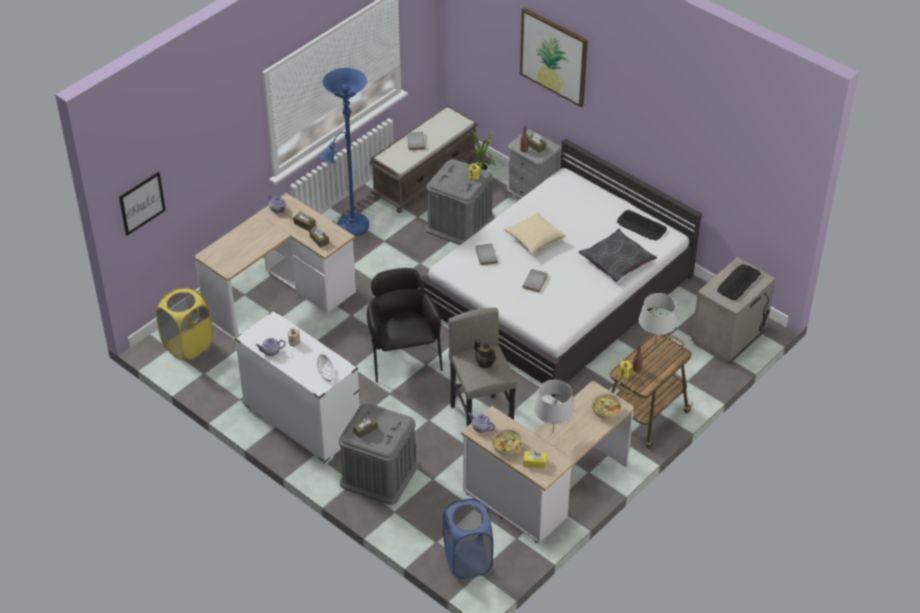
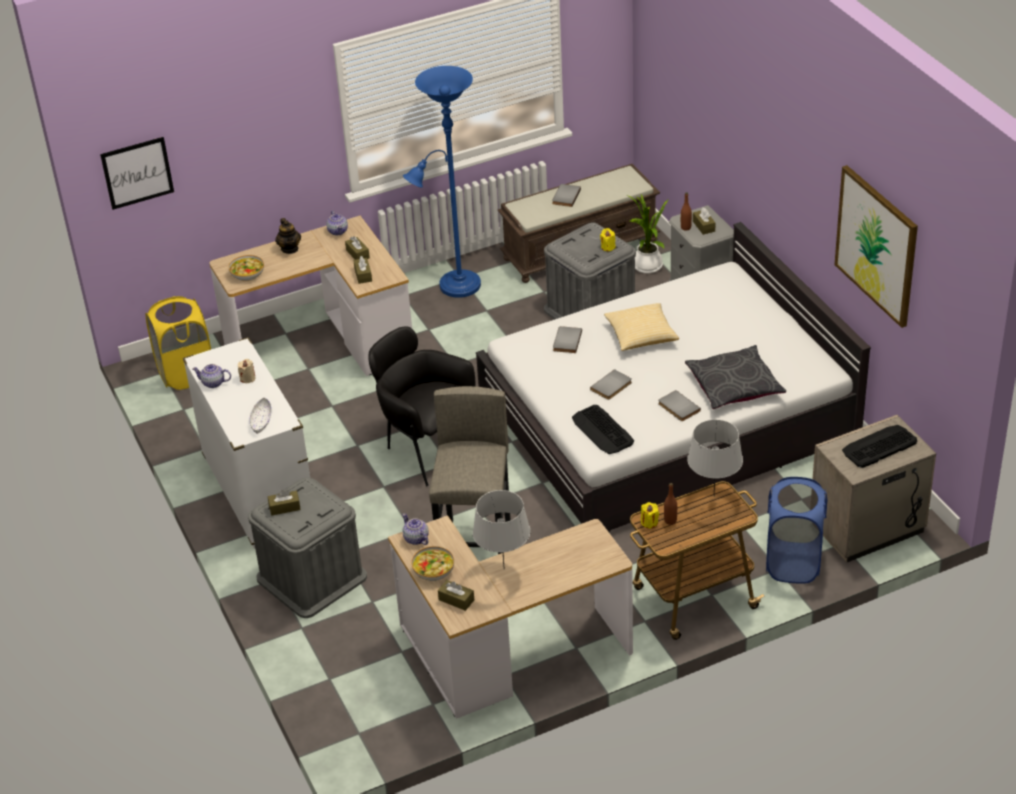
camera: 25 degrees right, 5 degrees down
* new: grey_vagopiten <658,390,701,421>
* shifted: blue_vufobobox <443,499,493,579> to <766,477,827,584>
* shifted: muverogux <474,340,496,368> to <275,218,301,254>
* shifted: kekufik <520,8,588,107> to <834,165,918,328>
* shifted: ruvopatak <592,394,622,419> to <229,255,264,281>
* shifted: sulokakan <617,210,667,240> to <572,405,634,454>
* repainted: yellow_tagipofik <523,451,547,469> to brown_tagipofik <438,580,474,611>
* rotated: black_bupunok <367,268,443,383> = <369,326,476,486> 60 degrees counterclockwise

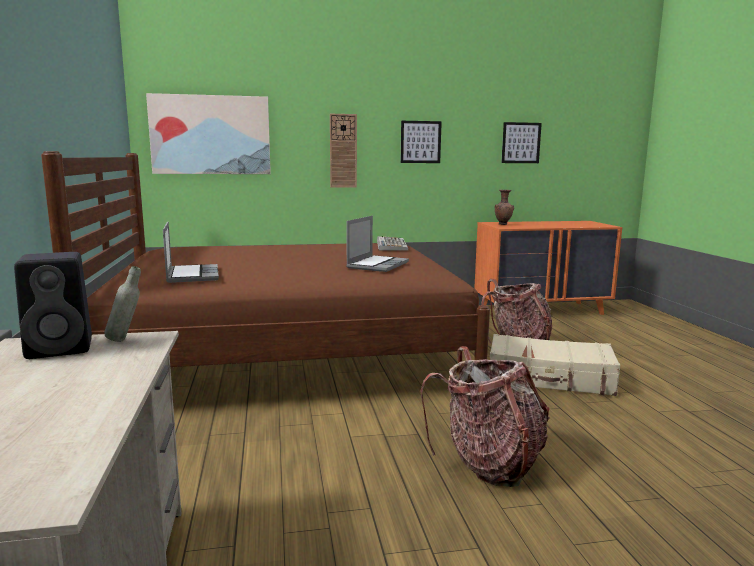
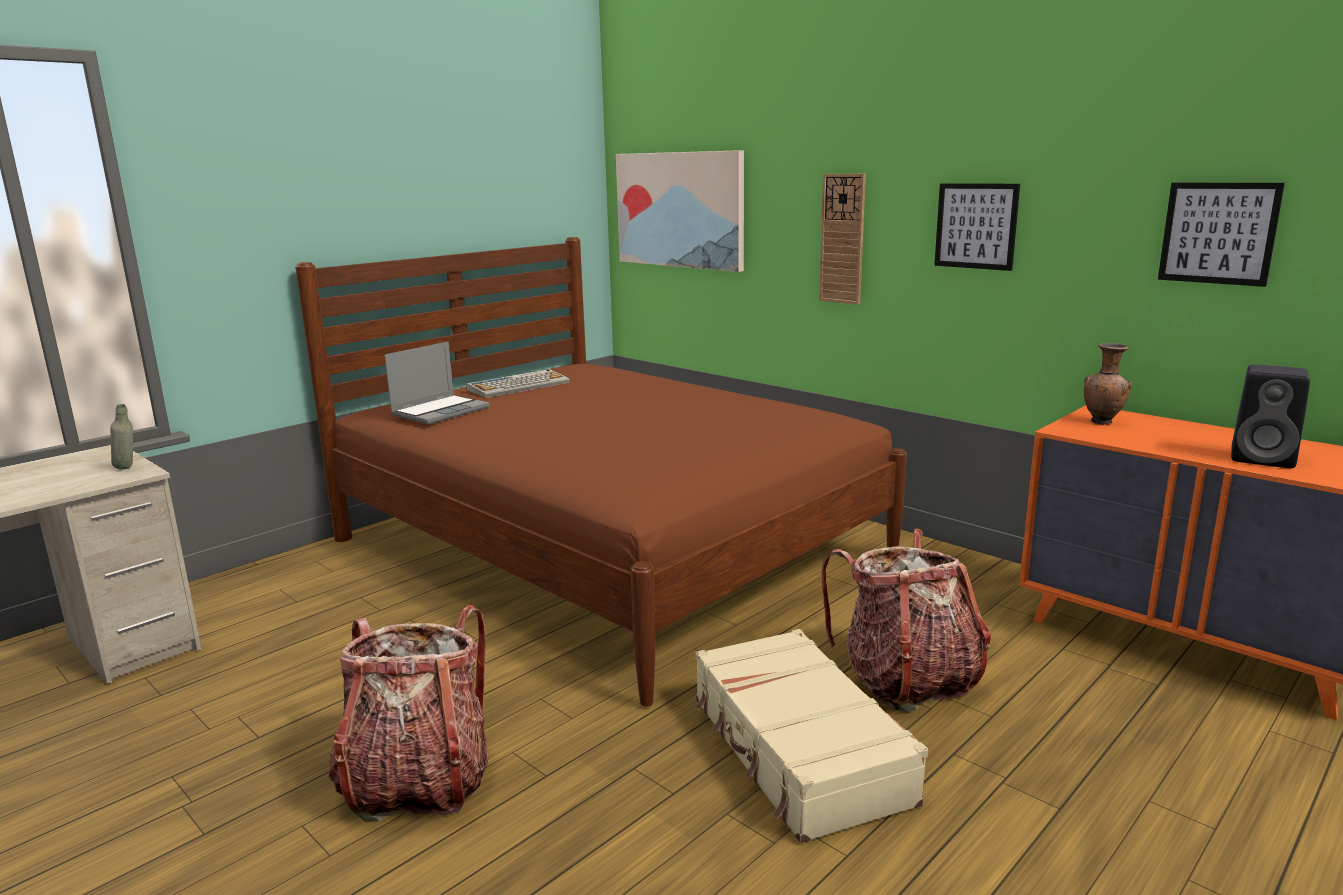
camera: 55 degrees right, 5 degrees up
* gone: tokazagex <346,216,409,272>
* shifted: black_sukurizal <14,252,92,359> to <1231,364,1310,468>
* shifted: sulokakan <377,236,408,251> to <466,369,570,398>

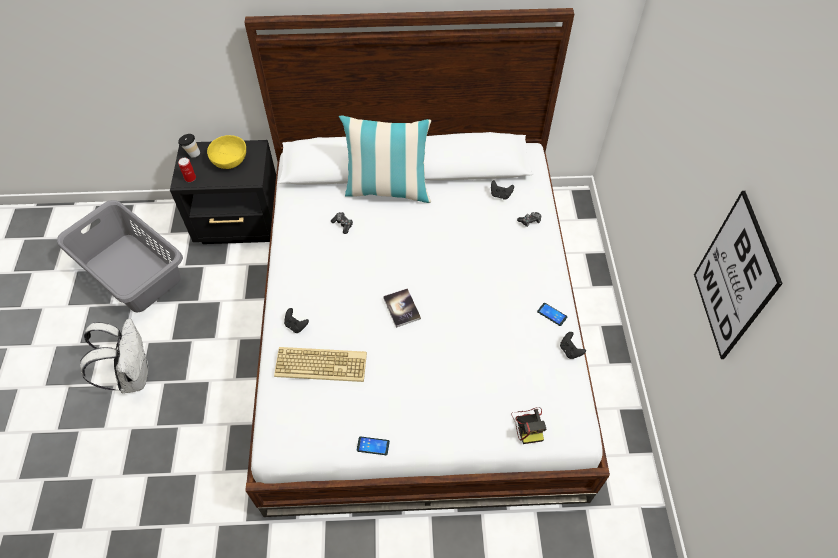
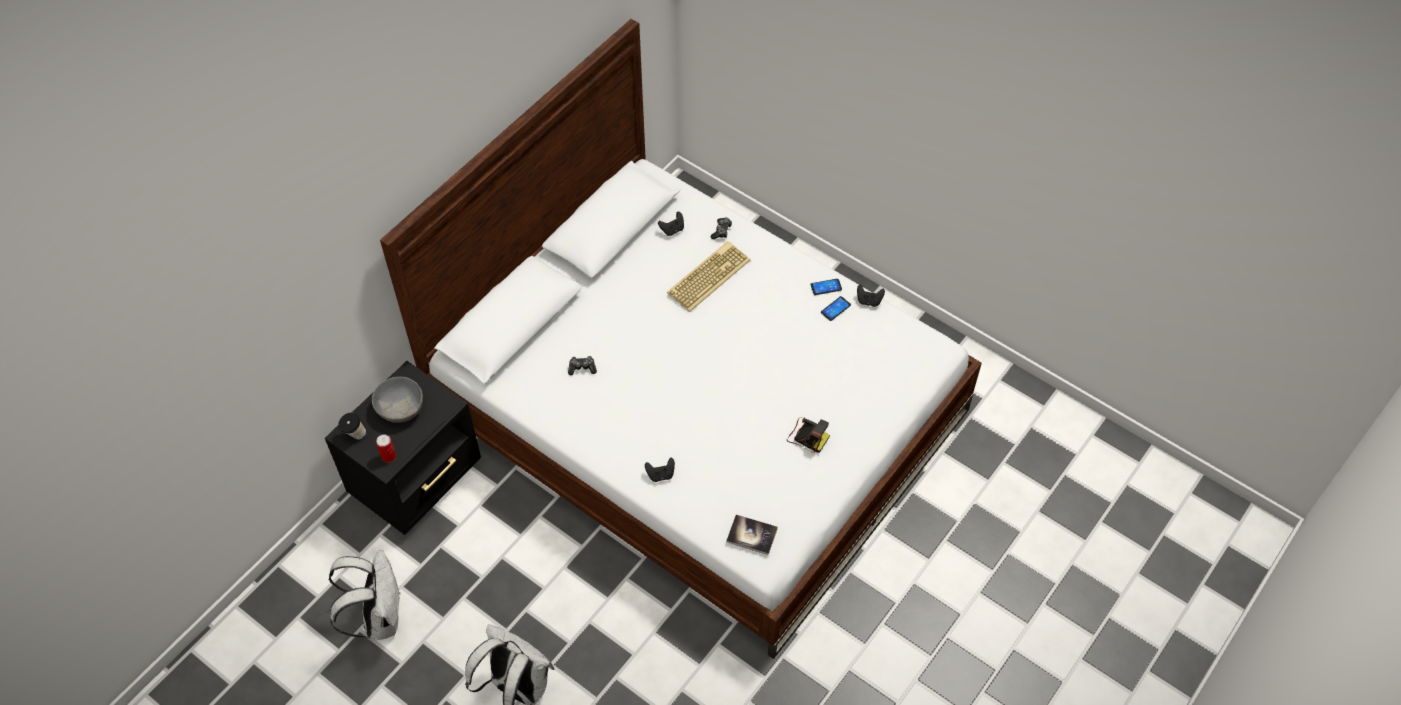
camera: 50 degrees left, 0 degrees up
* gone: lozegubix <339,116,432,203>
* gone: kekufik <694,191,783,359>
* shifted: sulokakan <274,347,367,382> to <667,241,750,312>
* shifted: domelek <357,437,390,455> to <821,296,851,321>
* shifted: vagopiten <383,288,421,328> to <726,515,778,555>
* shifted: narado <511,407,546,444> to <787,417,830,453>
* swapped: grey_vufobobox <57,200,183,312> to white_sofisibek <329,550,401,640>
* repainted: yellow_ruvopatak <207,135,246,169> to grey_ruvopatak <372,377,423,423>

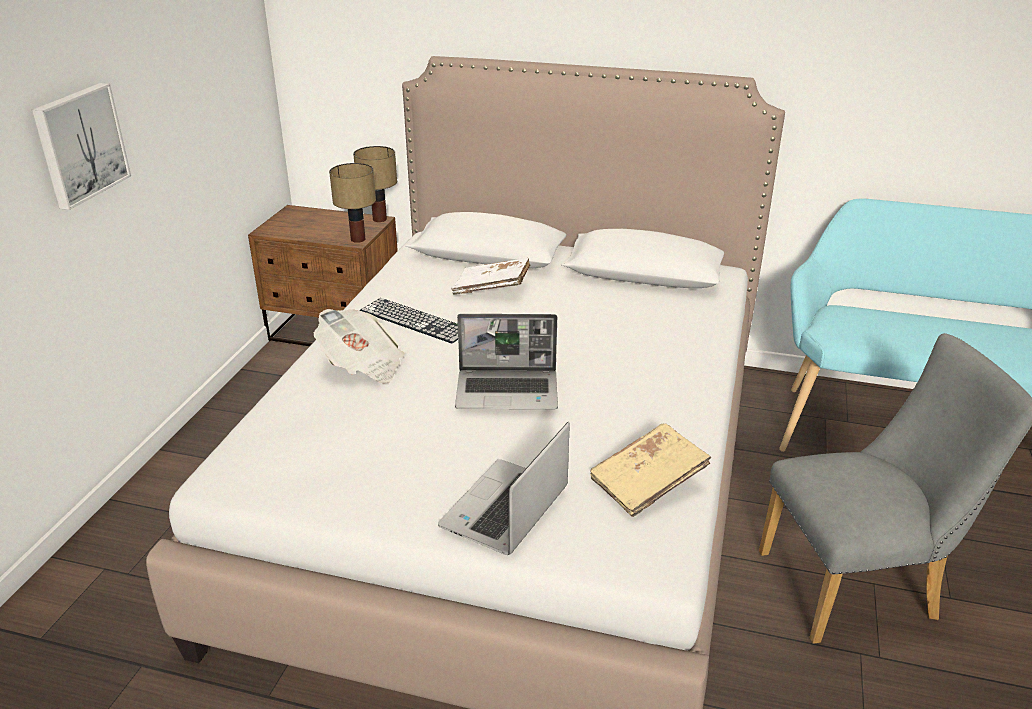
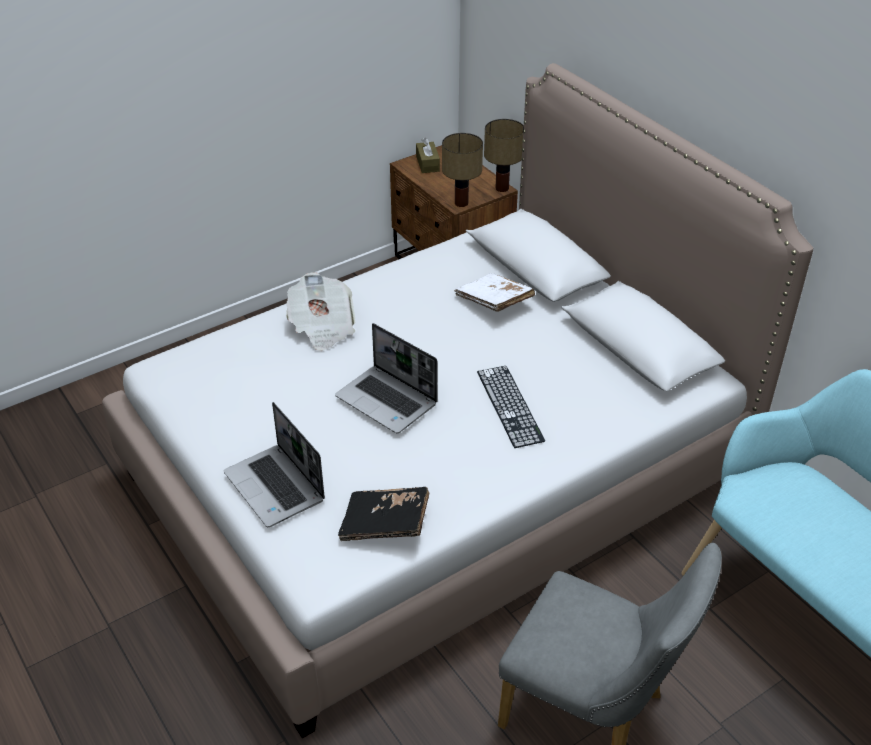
camera: 40 degrees right, 10 degrees up
* gone: kekufik <32,83,131,210>
* new: brown_tagipofik <416,138,440,173>
* shifted: sulokakan <360,298,458,343> to <477,366,545,448>
* repainted: beige_vagopiten <590,424,712,517> to black_vagopiten <338,487,429,541>
* rotated: tokazagex <438,422,570,555> = <224,402,325,527> 105 degrees counterclockwise

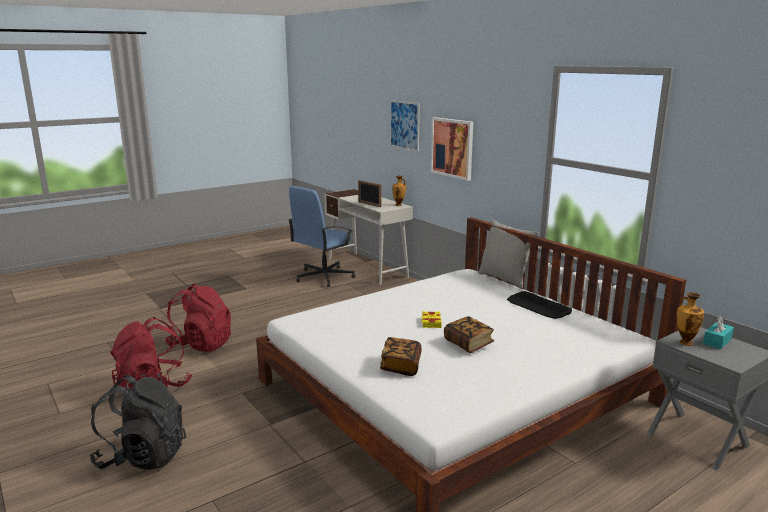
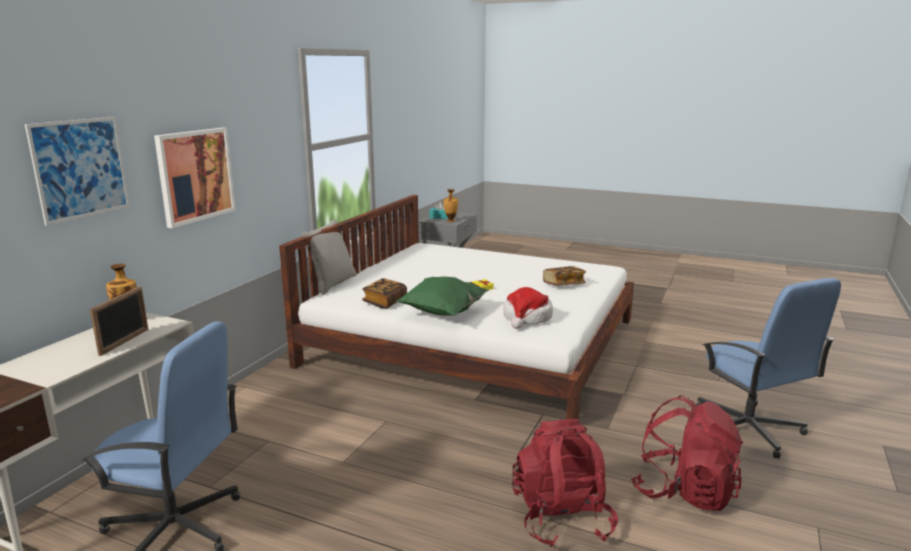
camera: 120 degrees left, 0 degrees up
* gone: sulokakan <507,291,572,319>
* new: green_lozegubix <394,276,489,316>
* new: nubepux <503,287,553,329>
* shifted: vagopiten <444,316,494,353> to <362,278,407,309>
* swapped: black_sofisibek <89,375,186,470> to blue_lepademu <696,278,841,459>

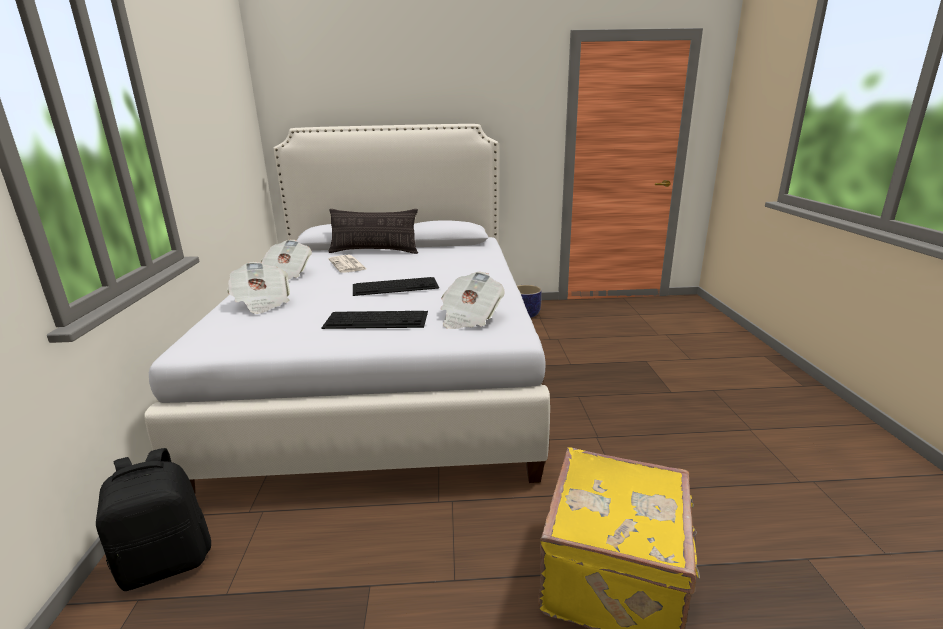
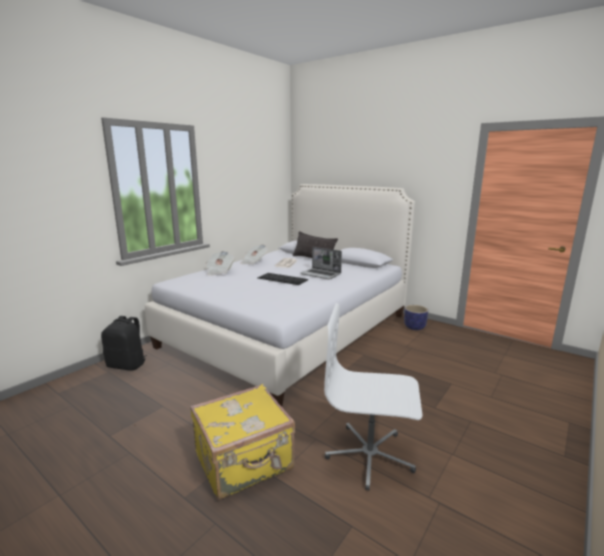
camera: 40 degrees right, 5 degrees down
* gone: sulokakan <321,311,428,329>
* gone: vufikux <440,272,505,329>
* new: tokazagex <300,247,342,279>
* new: white_lepademu <324,303,422,491>

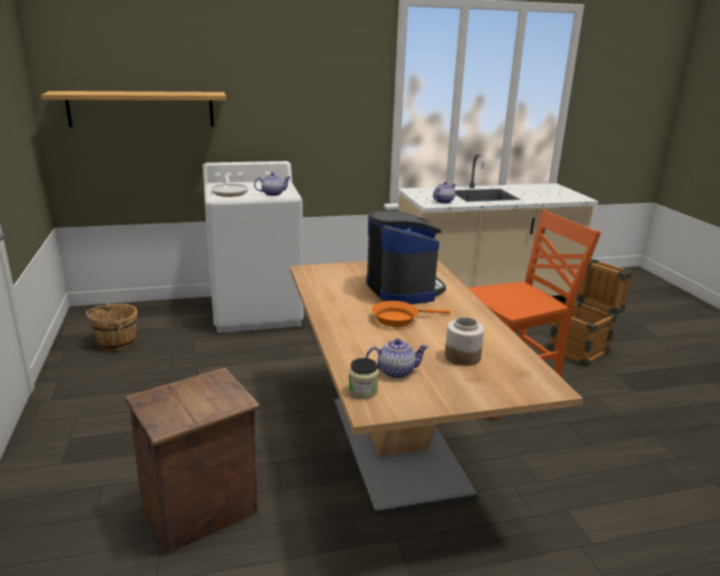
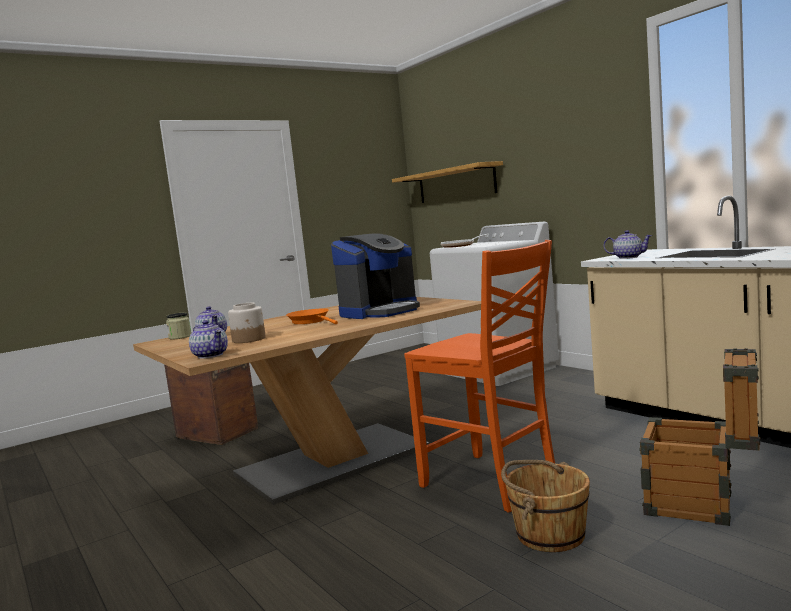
camera: 70 degrees right, 15 degrees down
* shifted: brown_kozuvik <85,304,137,351> to <501,460,590,552>
* shifted: muverogux <254,172,291,196> to <189,320,228,359>

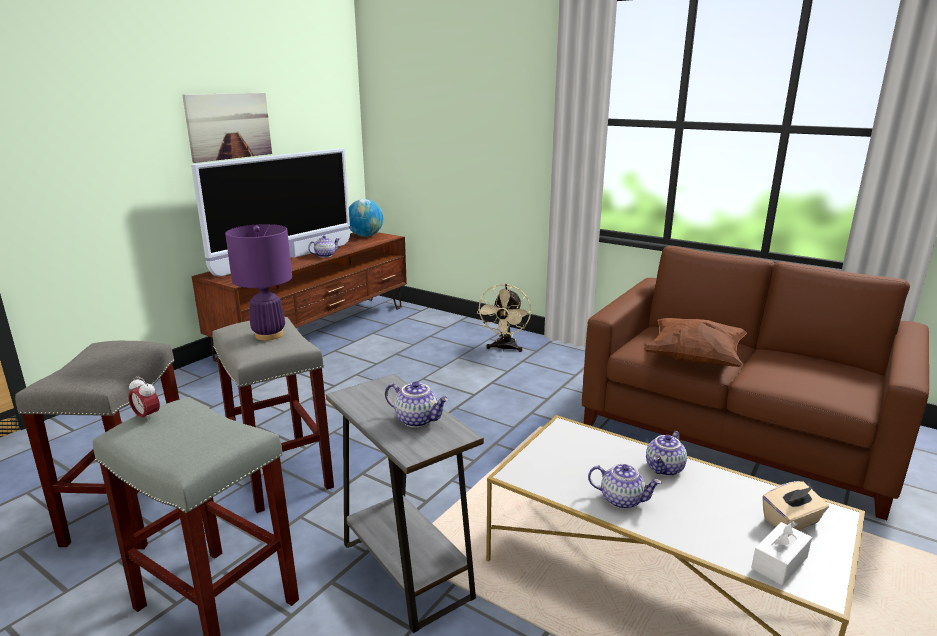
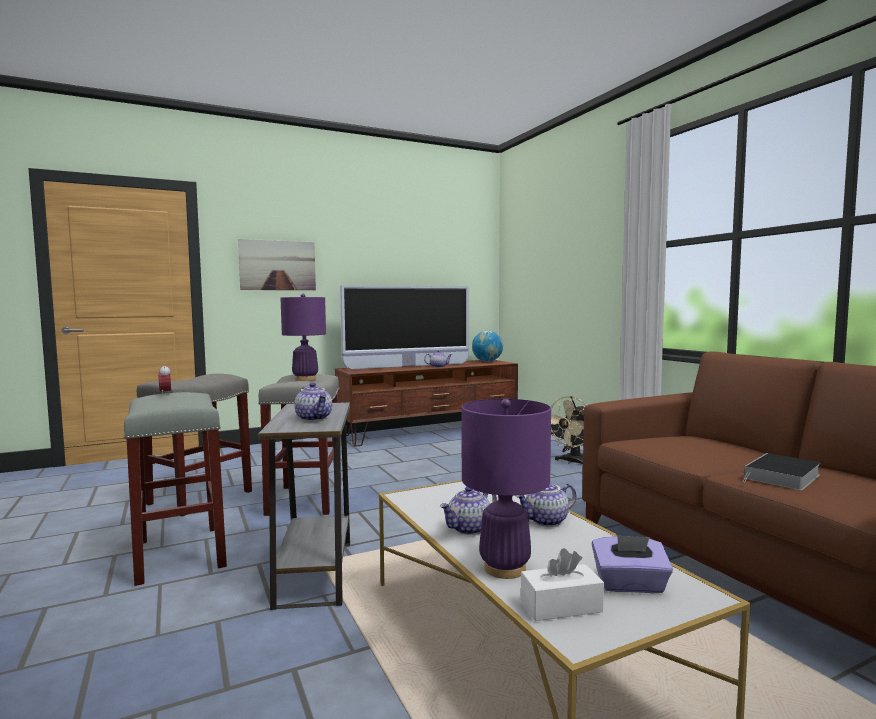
camera: 30 degrees right, 15 degrees down
* gone: brown_lozegubix <643,318,747,367>
* new: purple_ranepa <462,399,551,579>
* new: vagopiten <743,453,821,491>
* shifted: kekufik <182,93,272,163> to <238,239,316,290>
* repainted: beige_tagipofik <762,481,829,530> to purple_tagipofik <592,535,673,593>
* rotated: muverogux <588,464,662,509> = <440,487,497,535> 90 degrees clockwise

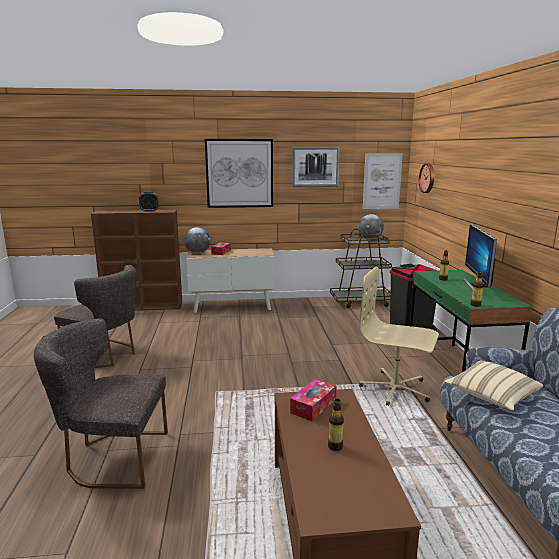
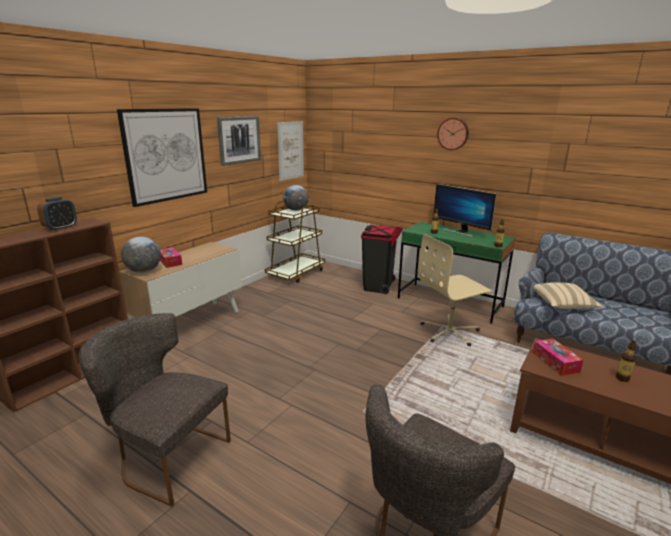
camera: 50 degrees left, 5 degrees up
* shifted: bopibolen <419,164,434,193> to <437,118,469,150>
* rotated: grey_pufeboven <54,265,137,368> = <79,313,231,506> 135 degrees counterclockwise

